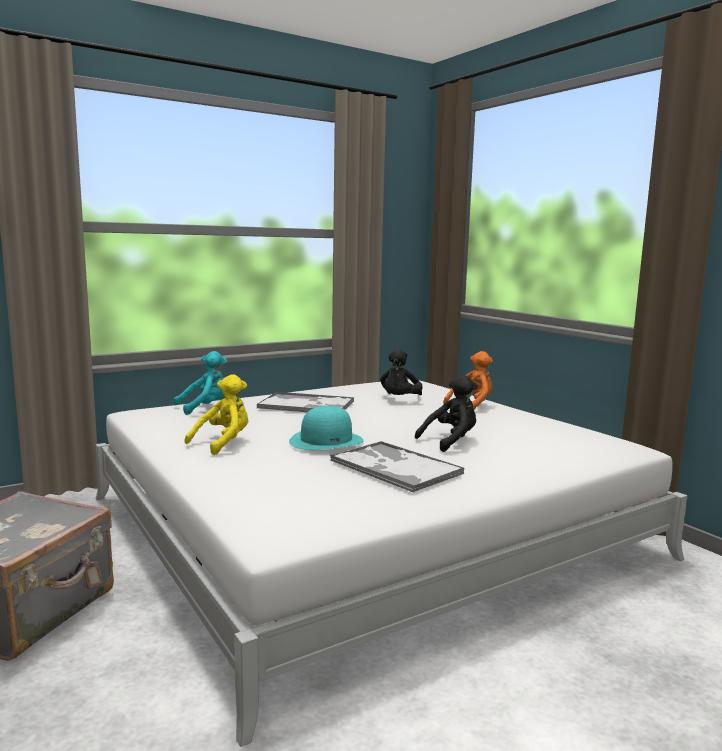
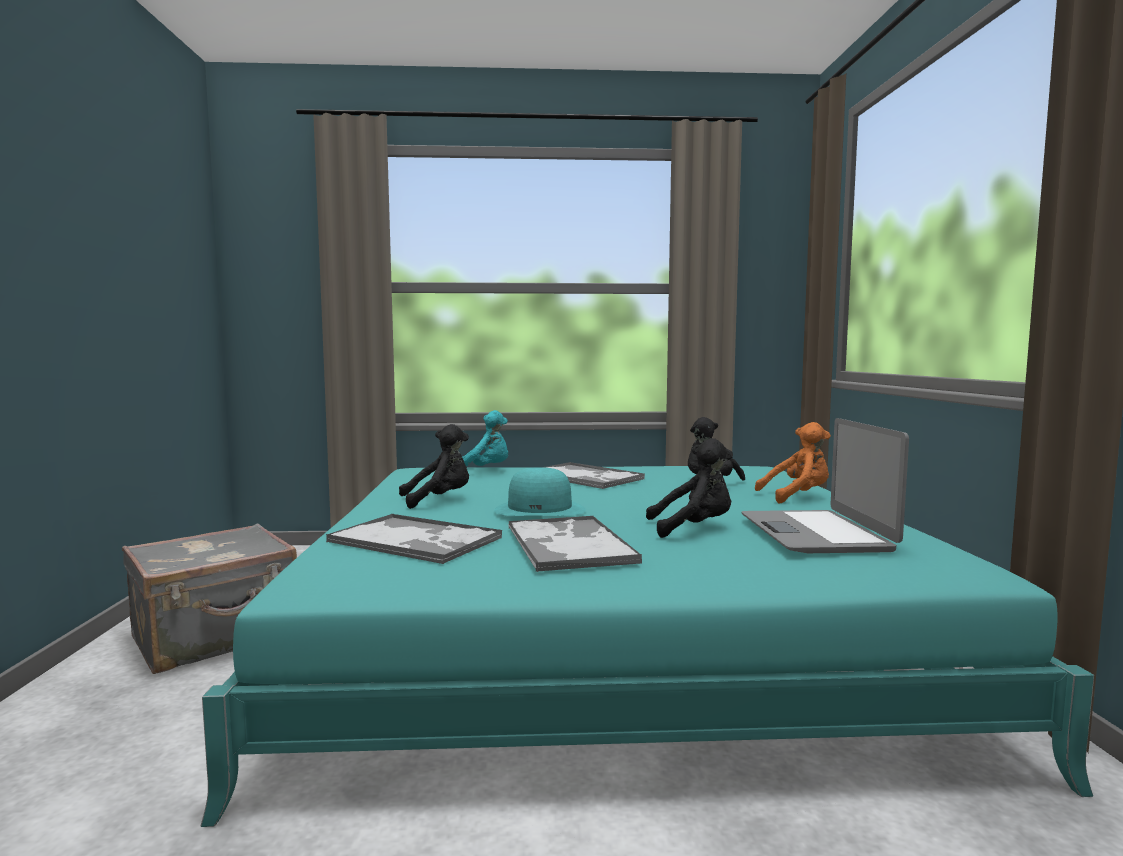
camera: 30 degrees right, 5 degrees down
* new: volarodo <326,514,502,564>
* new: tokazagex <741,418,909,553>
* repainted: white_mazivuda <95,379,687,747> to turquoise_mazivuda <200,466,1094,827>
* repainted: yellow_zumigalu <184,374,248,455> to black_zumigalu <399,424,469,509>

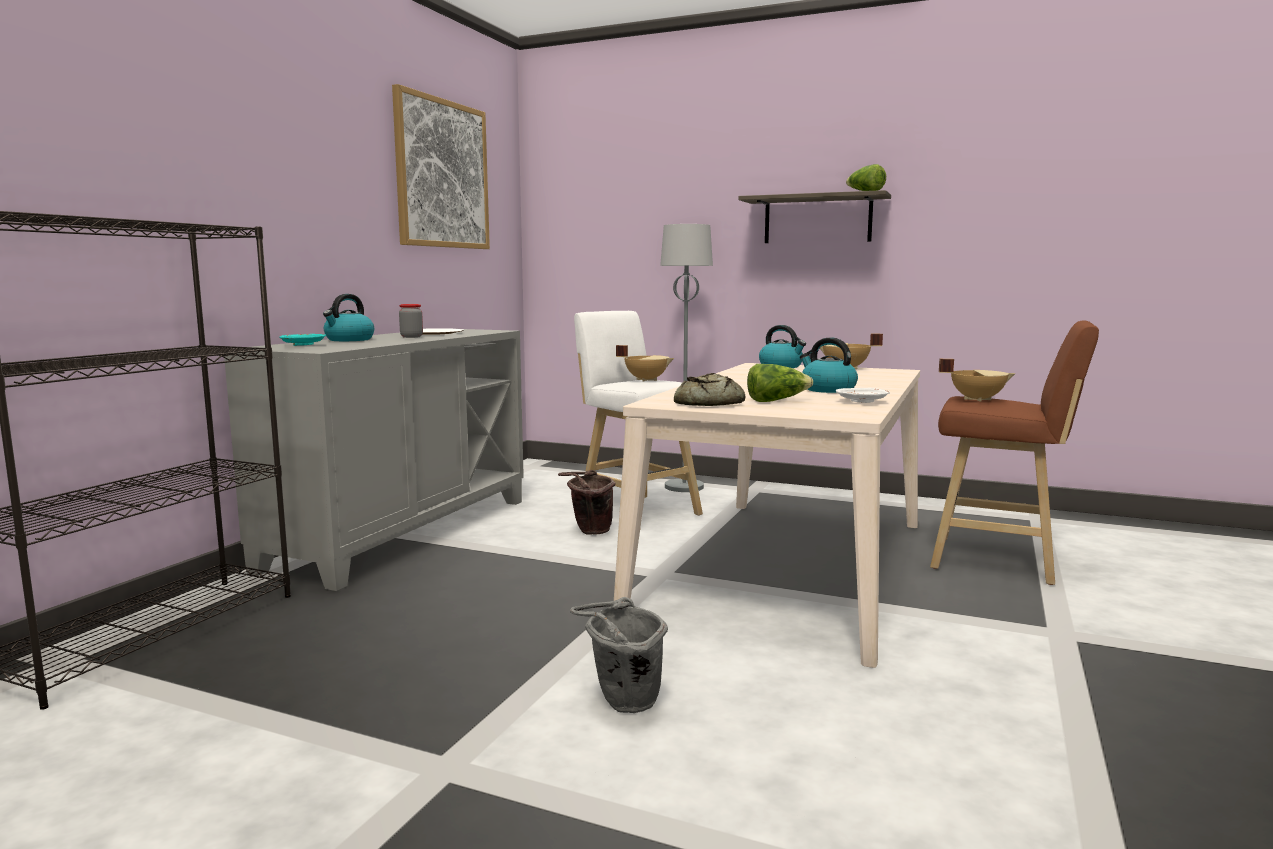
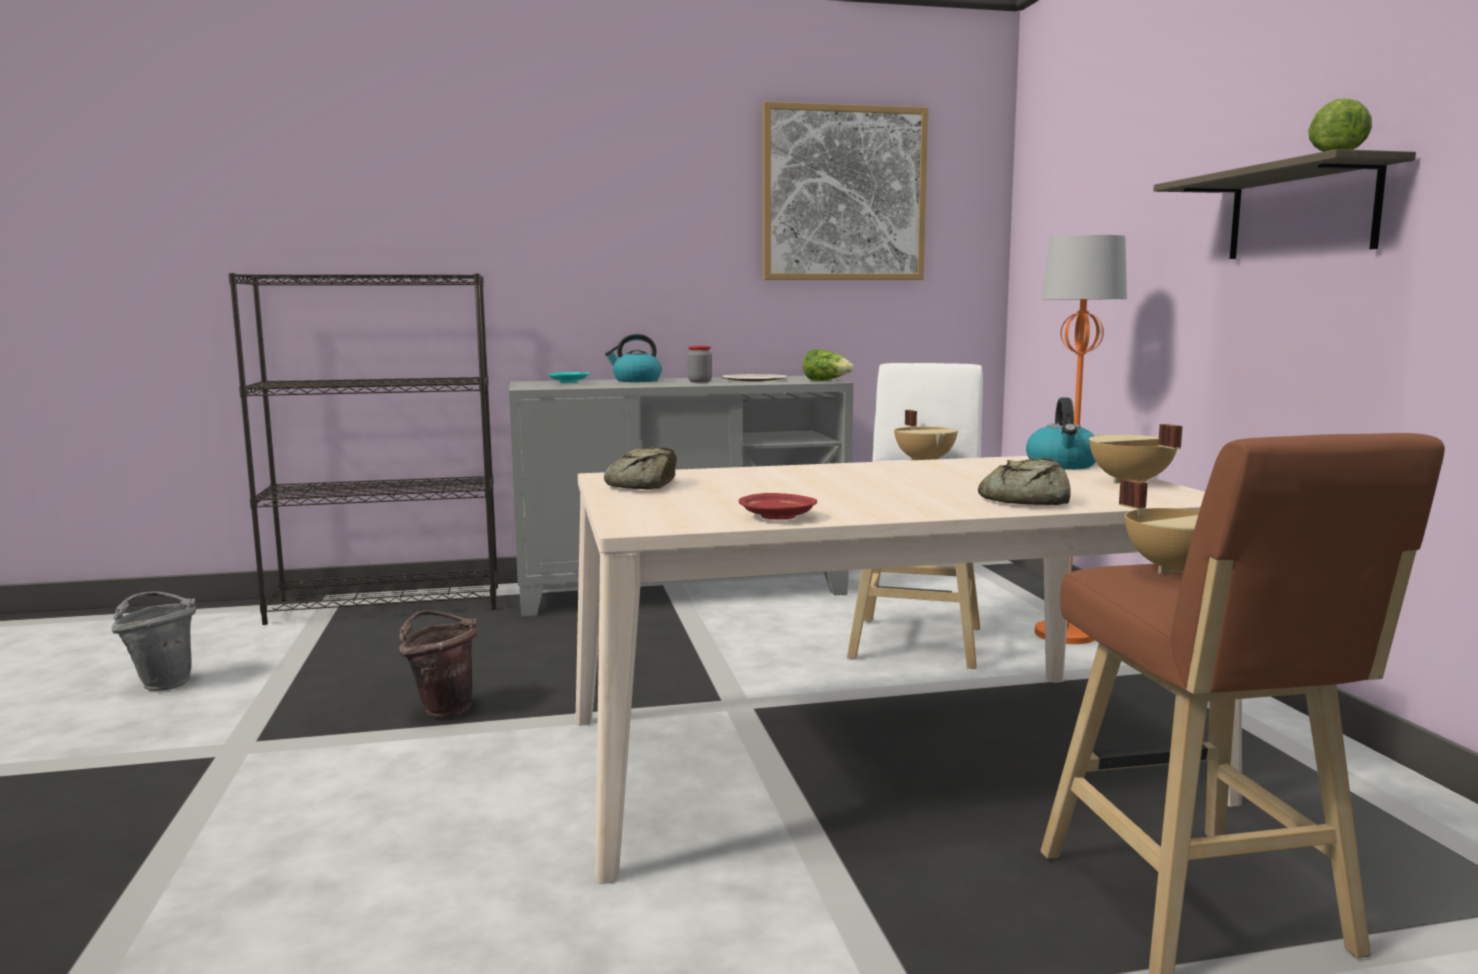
camera: 55 degrees right, 0 degrees up
* gone: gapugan <800,338,858,393>
* new: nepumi <978,458,1071,505>
* shifted: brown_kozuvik <558,470,615,535> to <399,610,477,719>
* shifted: grey_kozuvik <570,597,668,713> to <111,591,196,691>
* shifted: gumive <747,364,813,402> to <803,349,854,381>
* repainted: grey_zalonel <660,224,713,492> to orange_zalonel <1035,235,1127,644>
* repainted: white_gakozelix <836,388,890,403> to red_gakozelix <739,493,817,519>

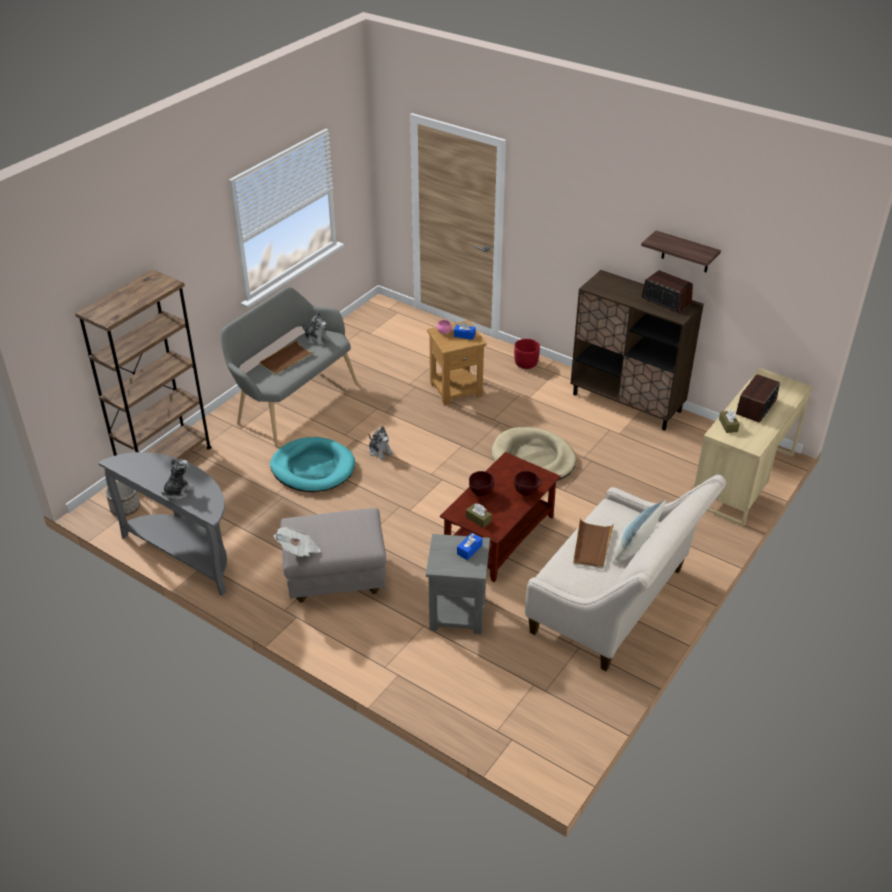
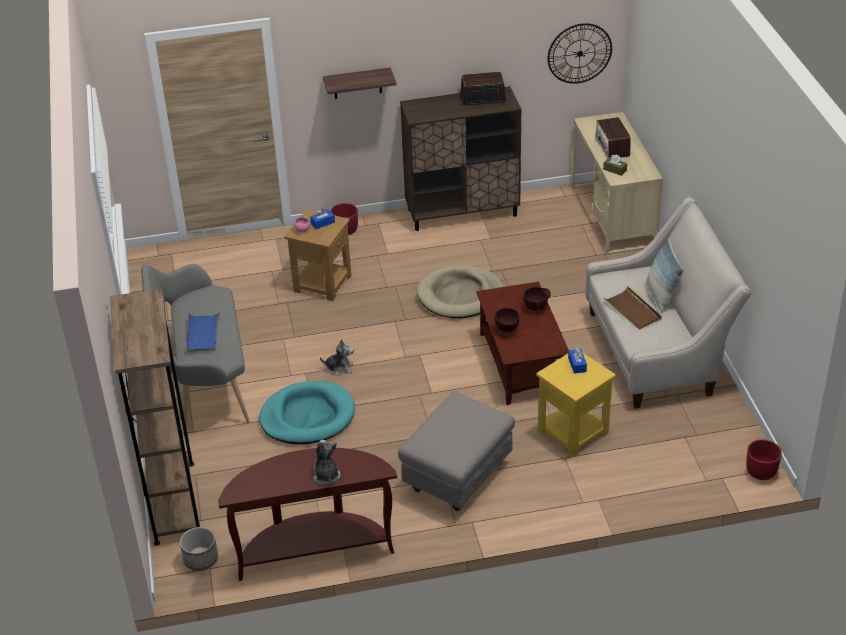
camera: 45 degrees left, 0 degrees up
* gone: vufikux <274,527,321,557>
* gone: zumigalu <302,312,330,346>
* gone: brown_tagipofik <466,504,492,528>
* new: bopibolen <548,23,612,84>
* new: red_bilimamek <746,439,782,480>
* shifted: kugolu <641,231,721,272> to <323,67,397,99>
* repainted: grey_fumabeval <99,452,227,596> to brown_fumabeval <218,448,397,581>
* repainted: brown_volarodo <260,340,315,375> to blue_volarodo <187,312,220,352>
* repainted: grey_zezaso <426,534,490,634> to yellow_zezaso <536,348,616,457>

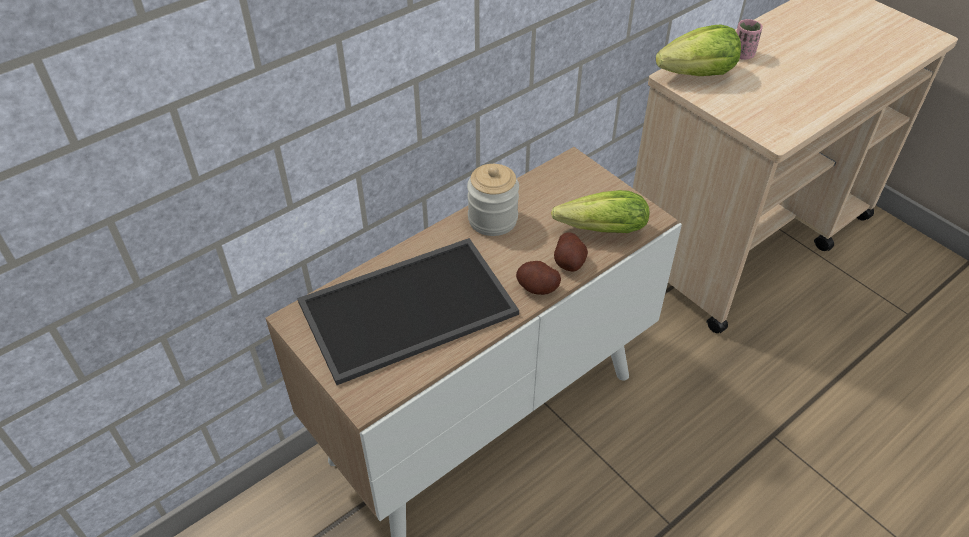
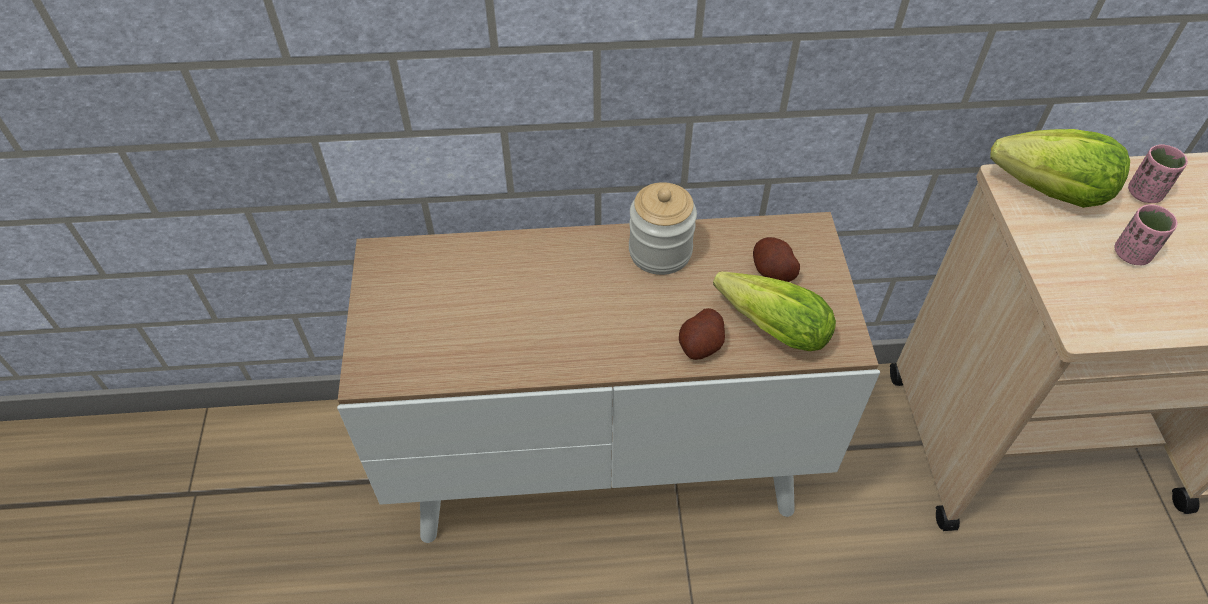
camera: 35 degrees right, 5 degrees up
* gone: volarodo <297,238,519,385>
* new: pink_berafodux <1114,204,1177,265>
* shifted: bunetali <516,261,561,295> to <753,237,800,282>

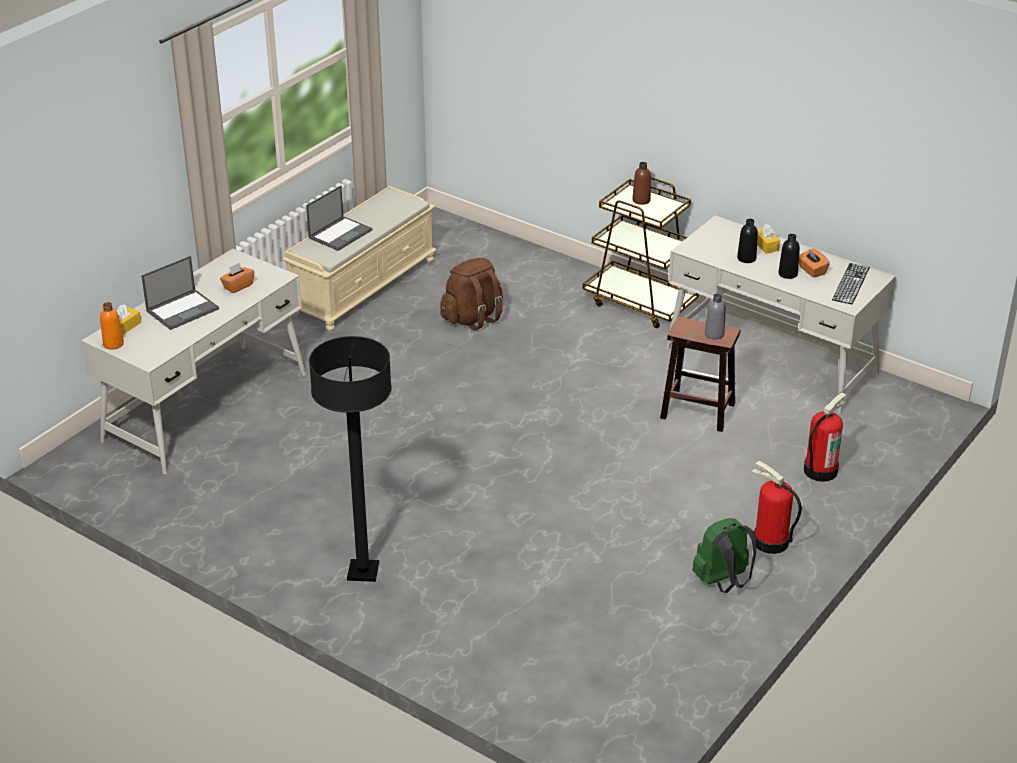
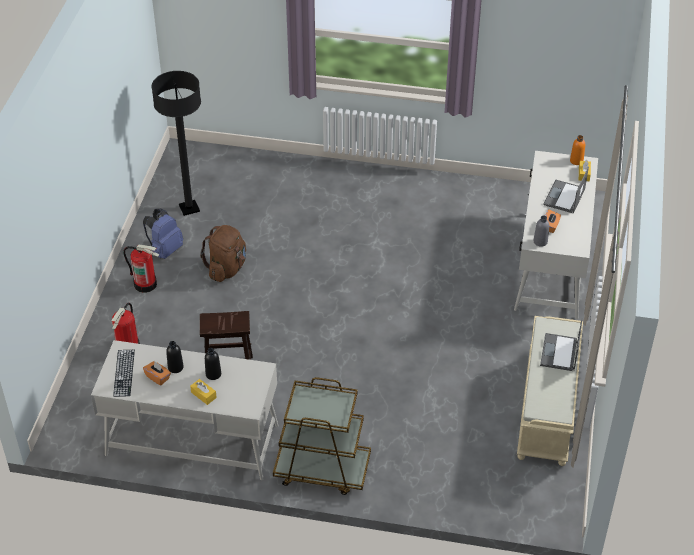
camera: 155 degrees right, 10 degrees up
* gone: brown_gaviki <632,162,651,205>
* shifted: black_zalonel <309,336,392,582> to <152,71,201,216>
* shifted: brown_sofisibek <440,258,503,330> to <200,225,246,282>
* shifted: grey_gaviki <705,294,726,339> to <533,215,549,247>
* repainted: green_sofisibek <692,518,757,593> to blue_sofisibek <143,209,183,259>

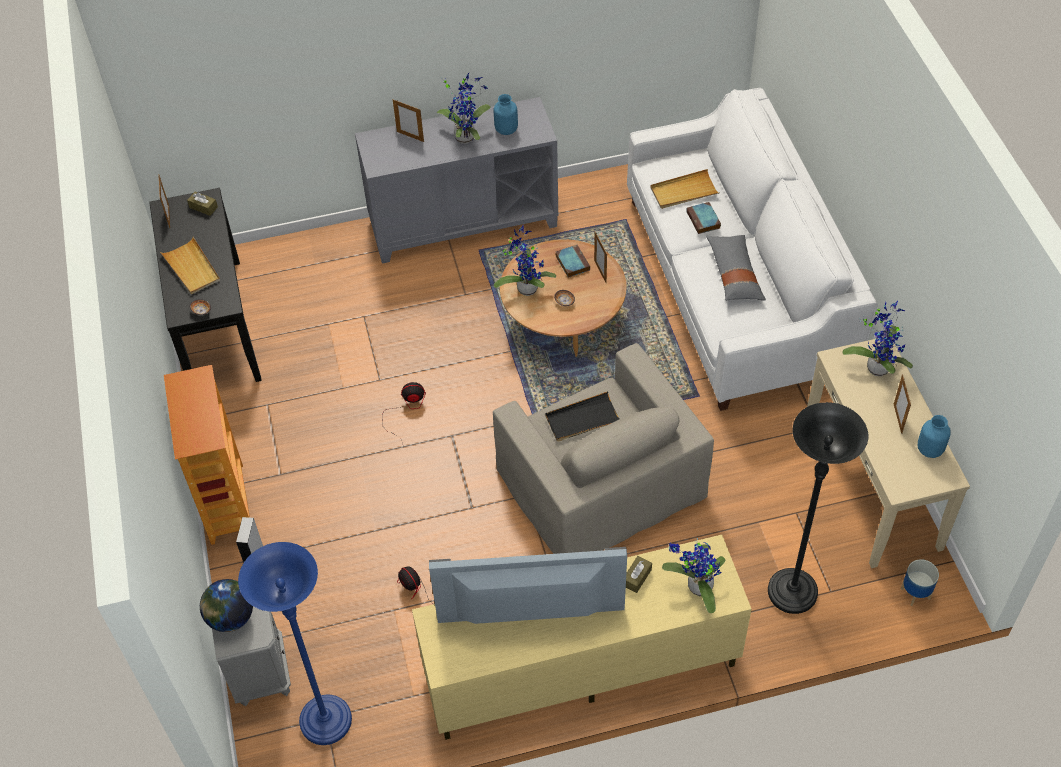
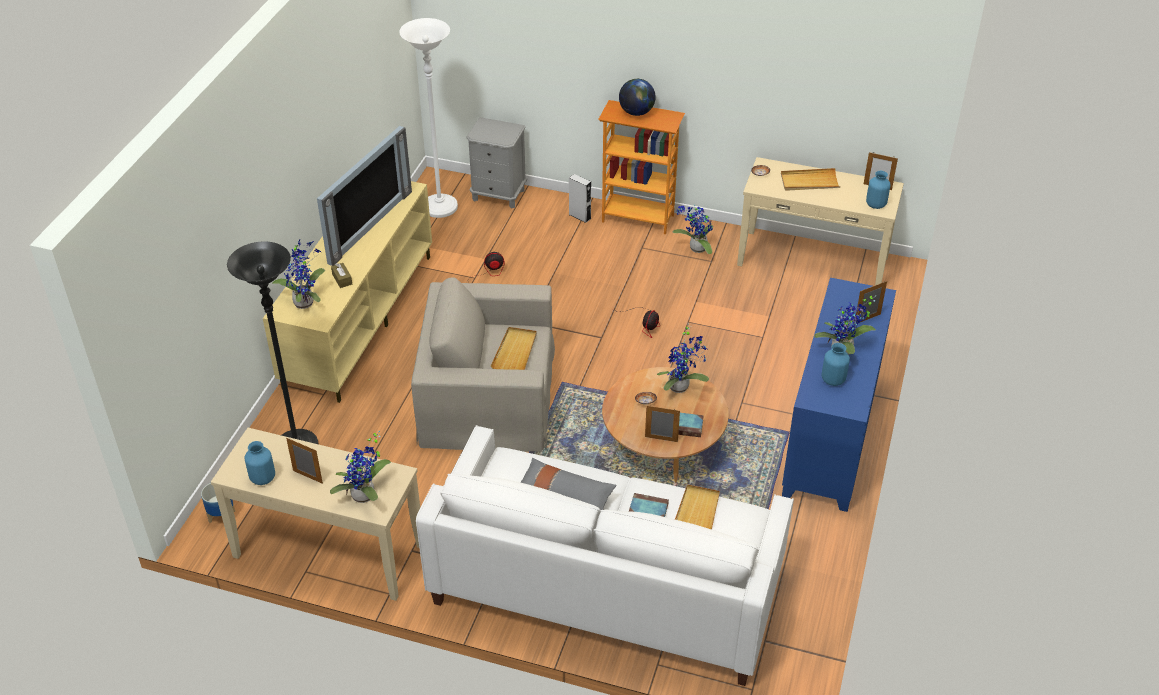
camera: 120 degrees right, 10 degrees down
* new: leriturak <672,205,713,254>
* shifted: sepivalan <200,579,253,632> to <619,79,656,116>
* swapped: brown_tagipofik <187,192,218,216> to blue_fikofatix <866,171,891,209>
* repainted: black_fumabeval <149,188,262,382> to beige_fumabeval <737,157,904,285>
* repainted: blue_zalonel <238,542,352,745> to white_zalonel <399,18,458,218>
* repainted: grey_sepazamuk <355,97,558,264> to blue_sepazamuk <782,278,896,512>
* repainted: black_volarodo <545,391,620,441> to beige_volarodo <491,327,537,370>

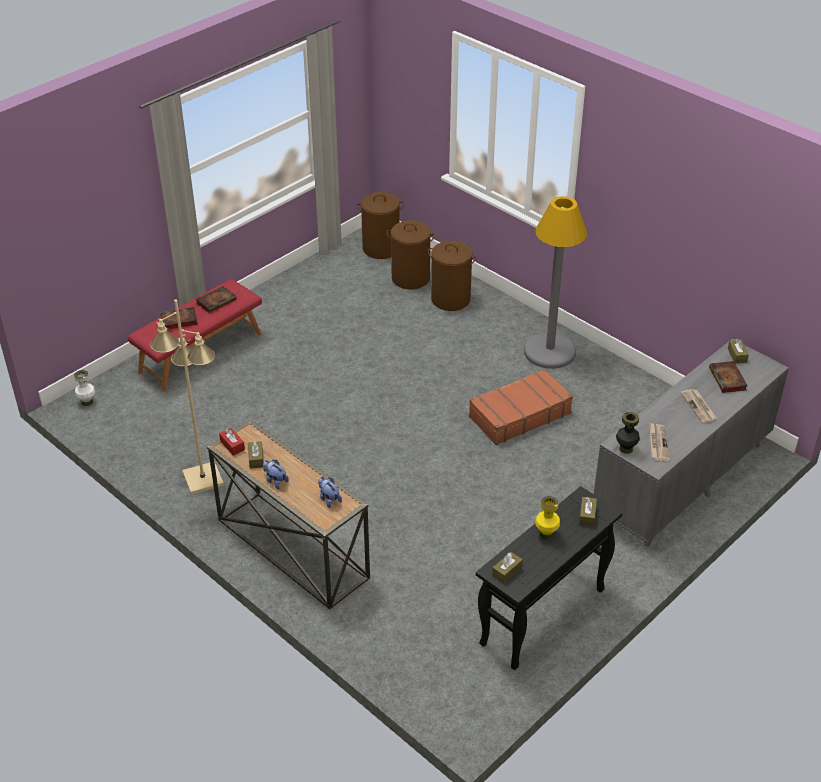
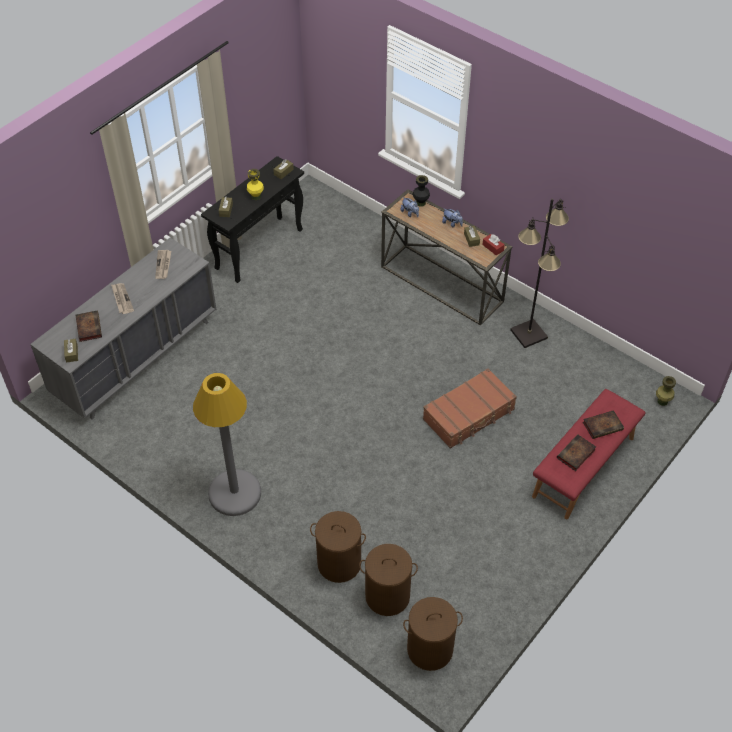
camera: 175 degrees right, 10 degrees up
* shifted: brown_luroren <469,369,573,445> to <423,368,517,449>
* shifted: black_fikofatix <616,412,640,454> to <413,175,430,207>
* repainted: white_fikofatix <74,370,95,406> to green_fikofatix <656,376,676,406>
* repainted: beige_zalonel <150,299,224,495> to black_zalonel <510,199,569,348>

